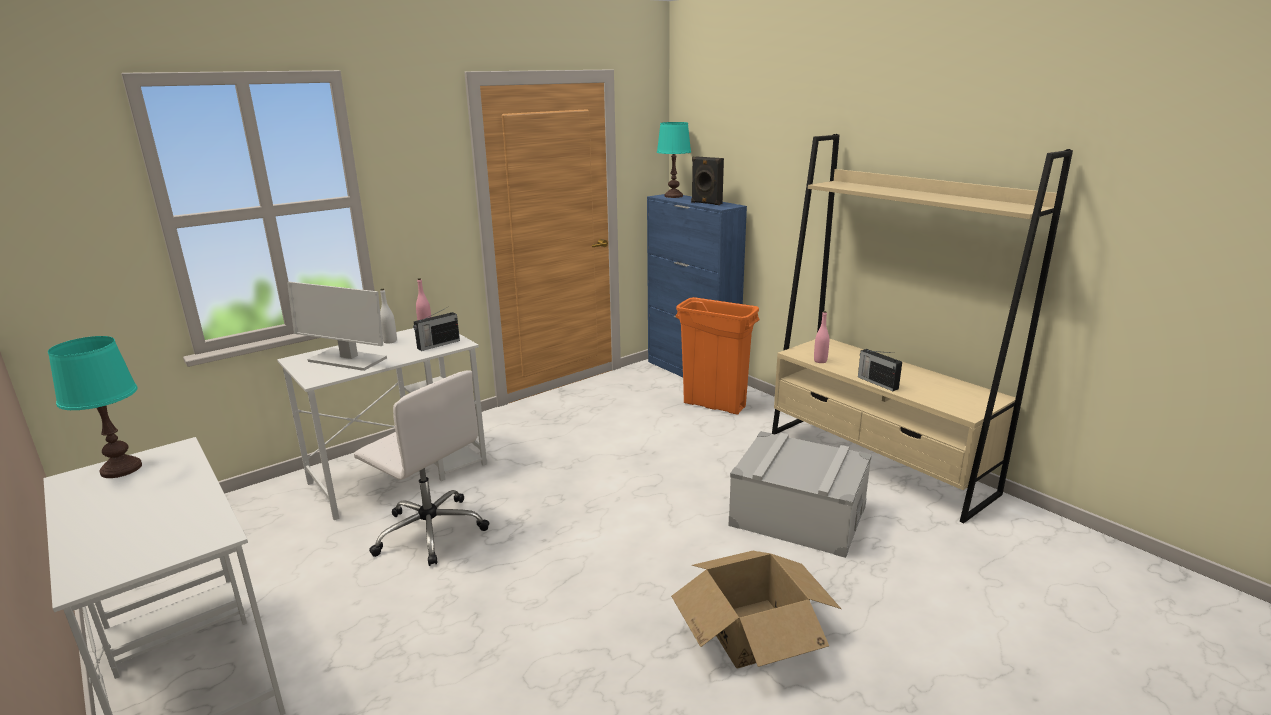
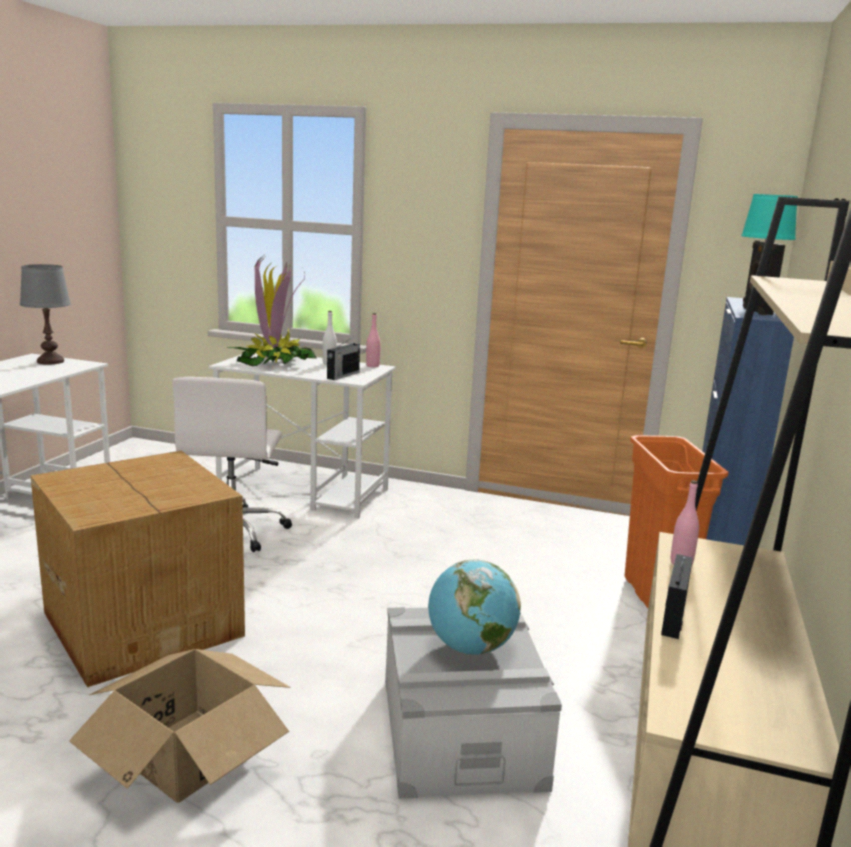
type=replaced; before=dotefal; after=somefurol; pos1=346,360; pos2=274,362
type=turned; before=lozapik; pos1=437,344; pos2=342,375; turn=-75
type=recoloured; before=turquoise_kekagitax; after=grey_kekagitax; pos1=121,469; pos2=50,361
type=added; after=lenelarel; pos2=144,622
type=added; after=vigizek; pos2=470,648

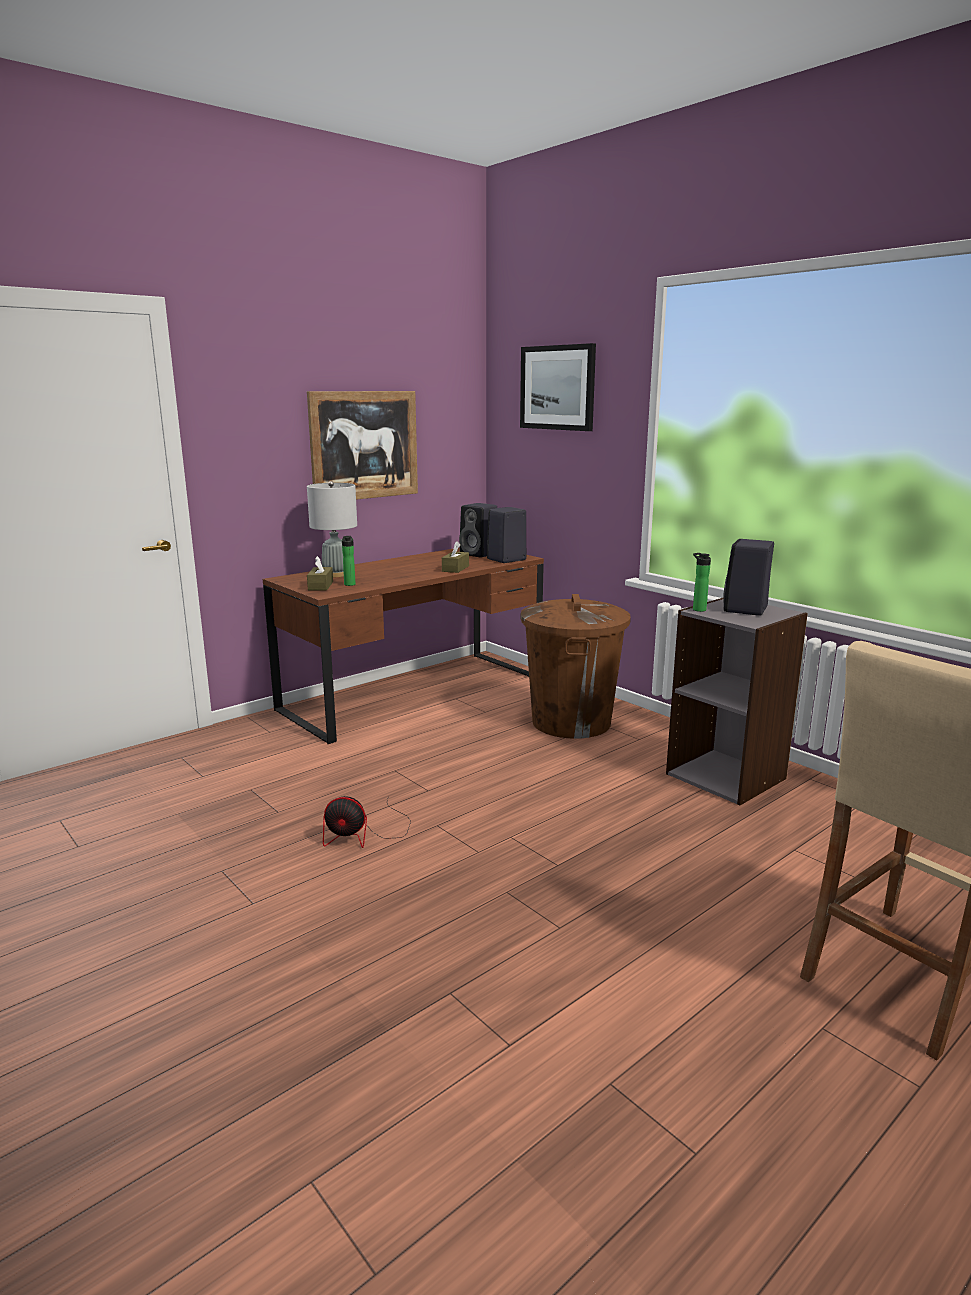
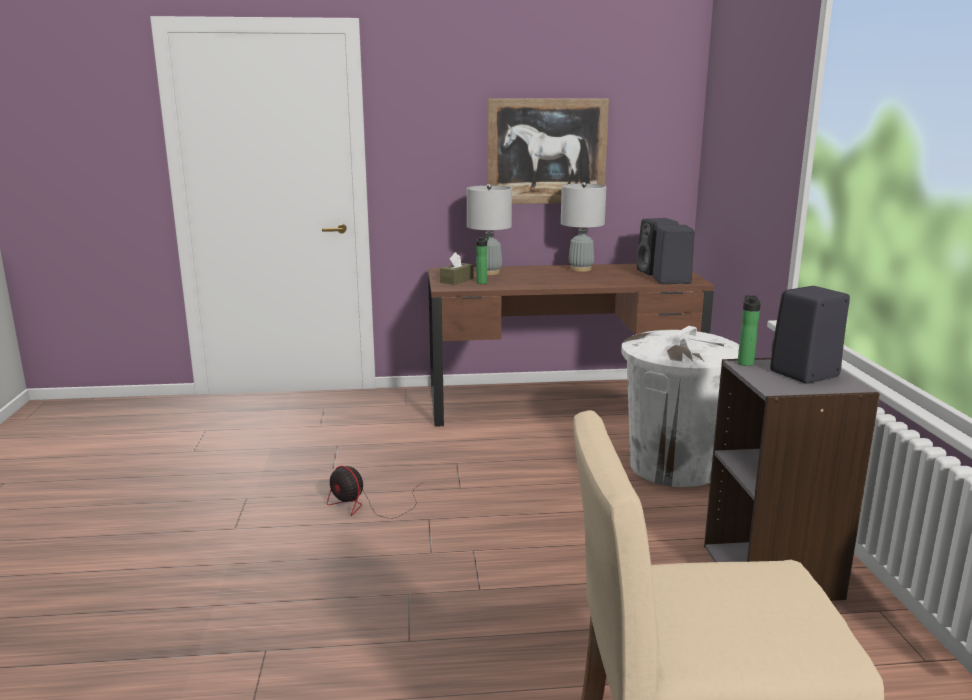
type=removed; before=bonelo; pos1=557,388
type=removed; before=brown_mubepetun; pos1=455,569
type=recoloured; before=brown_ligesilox; after=white_ligesilox; pos1=571,722; pos2=674,466
type=added; after=grey_kekagitax; pos2=580,269

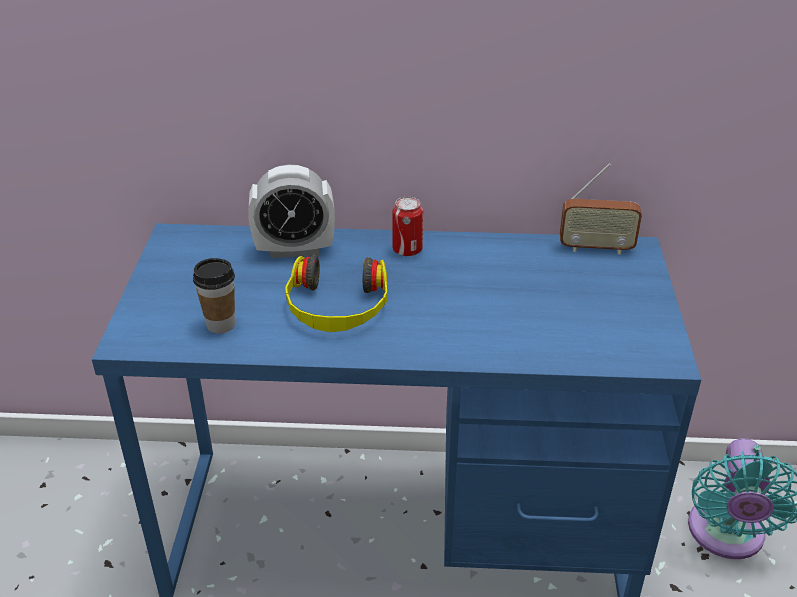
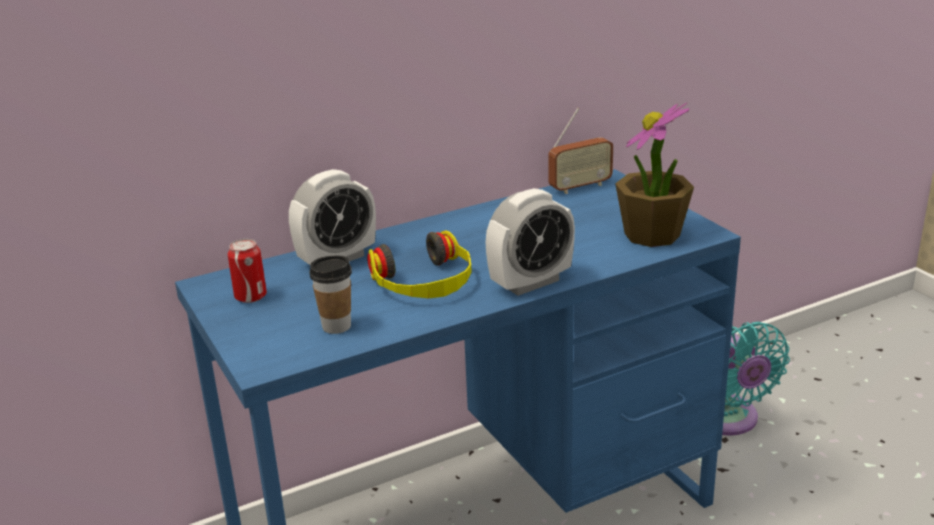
type=moved; before=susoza; pos1=407,250; pos2=250,297
type=added; after=somefurol; pos2=652,235
type=added; after=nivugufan; pos2=530,283

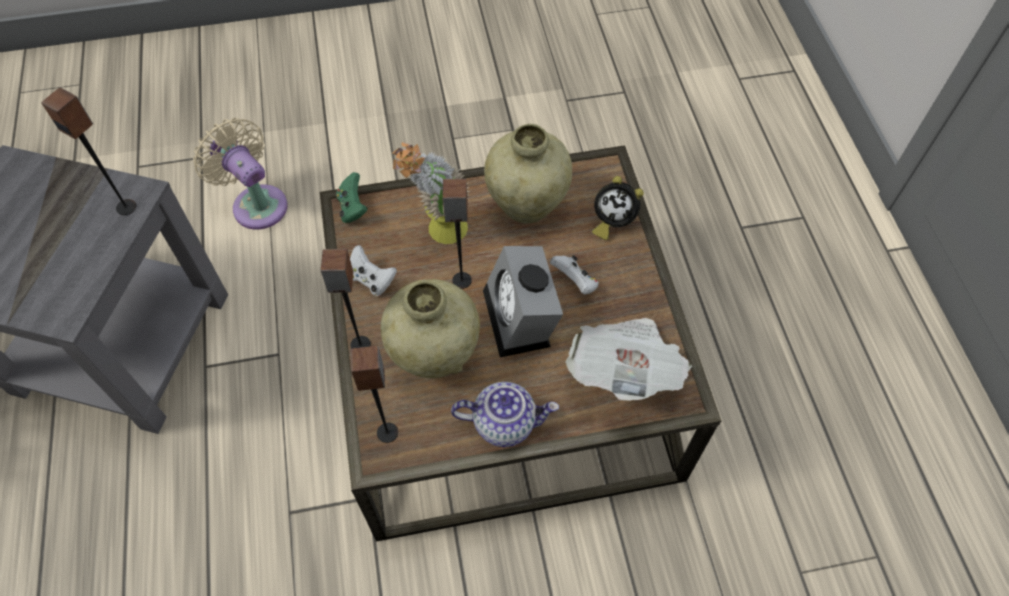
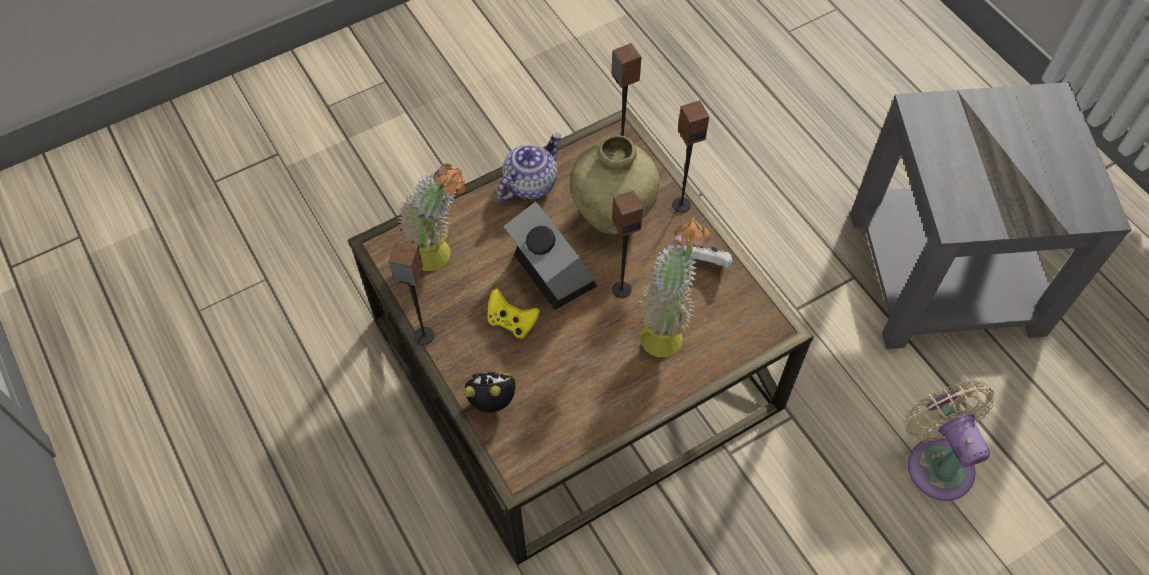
type=moved; before=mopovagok; pos1=126,207; pos2=424,336
type=turned; before=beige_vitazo; pos1=256,203; pos2=937,461; turn=-135
type=removed; before=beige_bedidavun; pos1=526,206
type=removed; before=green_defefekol; pos1=353,208
type=recoloured; before=white_defefekol; after=yellow_defefekol; pos1=575,282; pos2=512,322
type=replaced; before=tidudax; after=somefurol; pos1=625,370; pos2=441,255
type=turned; before=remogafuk; pos1=505,422; pos2=530,183; turn=150

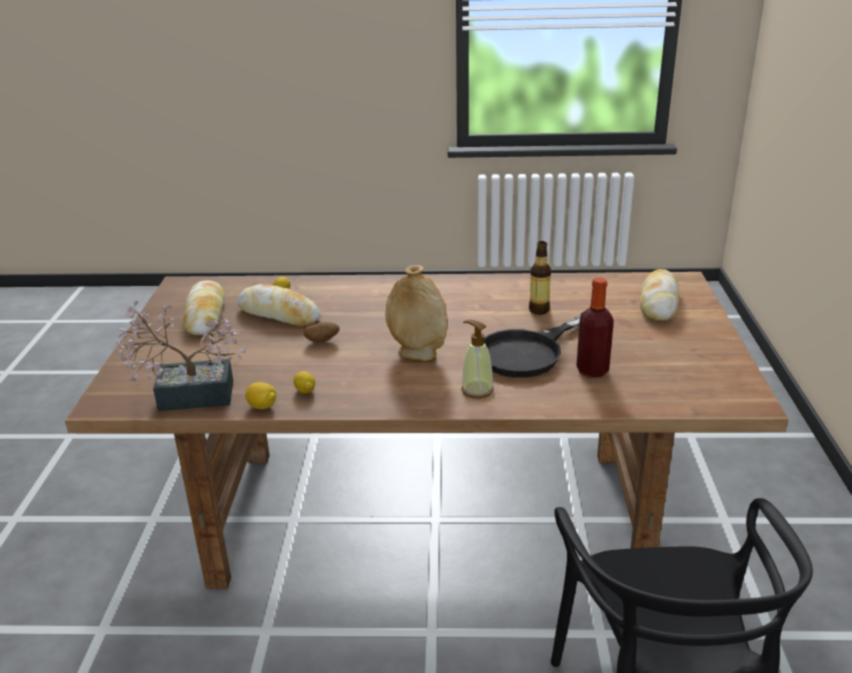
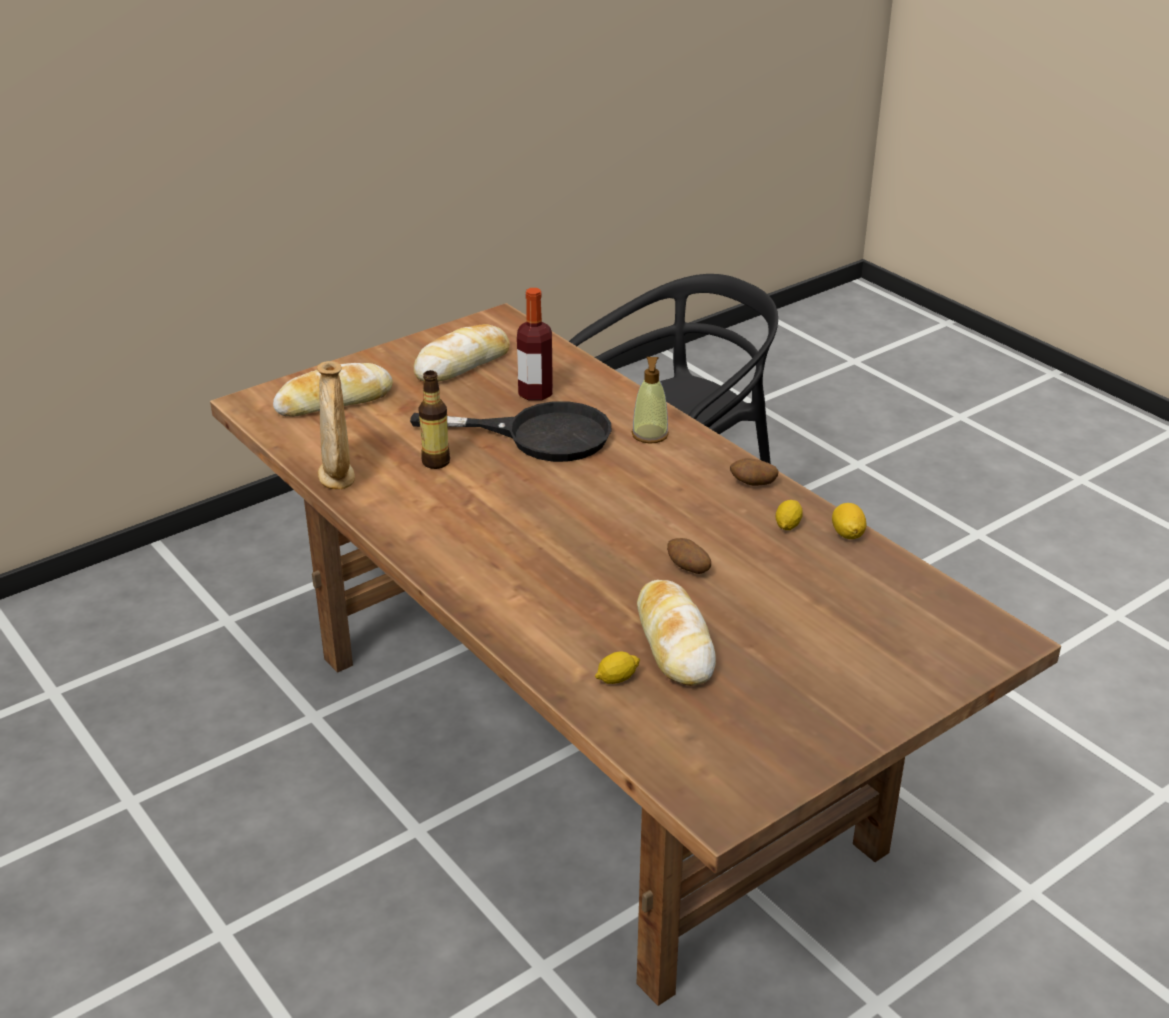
type=moved; before=beige_bedidavun; pos1=417,354; pos2=336,476
type=moved; before=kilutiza; pos1=205,315; pos2=462,364
type=removed; before=somefurol; pos1=186,395
type=added; after=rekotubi; pos2=753,484

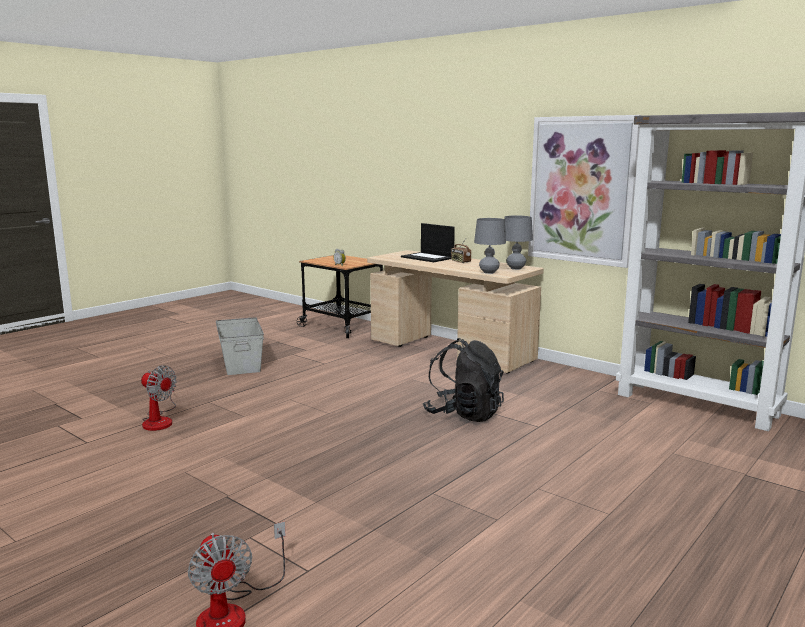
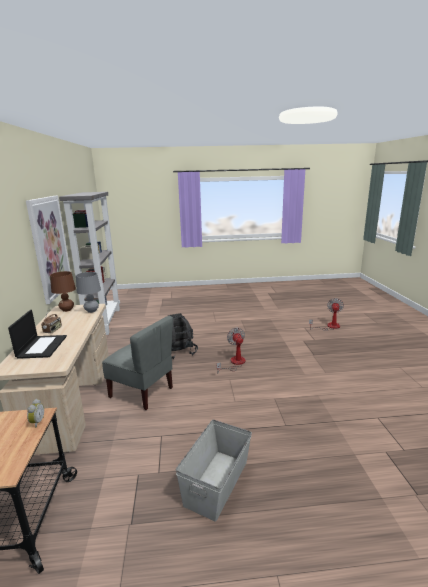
type=recoloured; before=grey_kekagitax; after=brown_kekagitax; pos1=515,268; pos2=67,310
type=moved; before=vitazo; pos1=159,420; pos2=234,363
type=added; after=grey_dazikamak; pos2=142,392

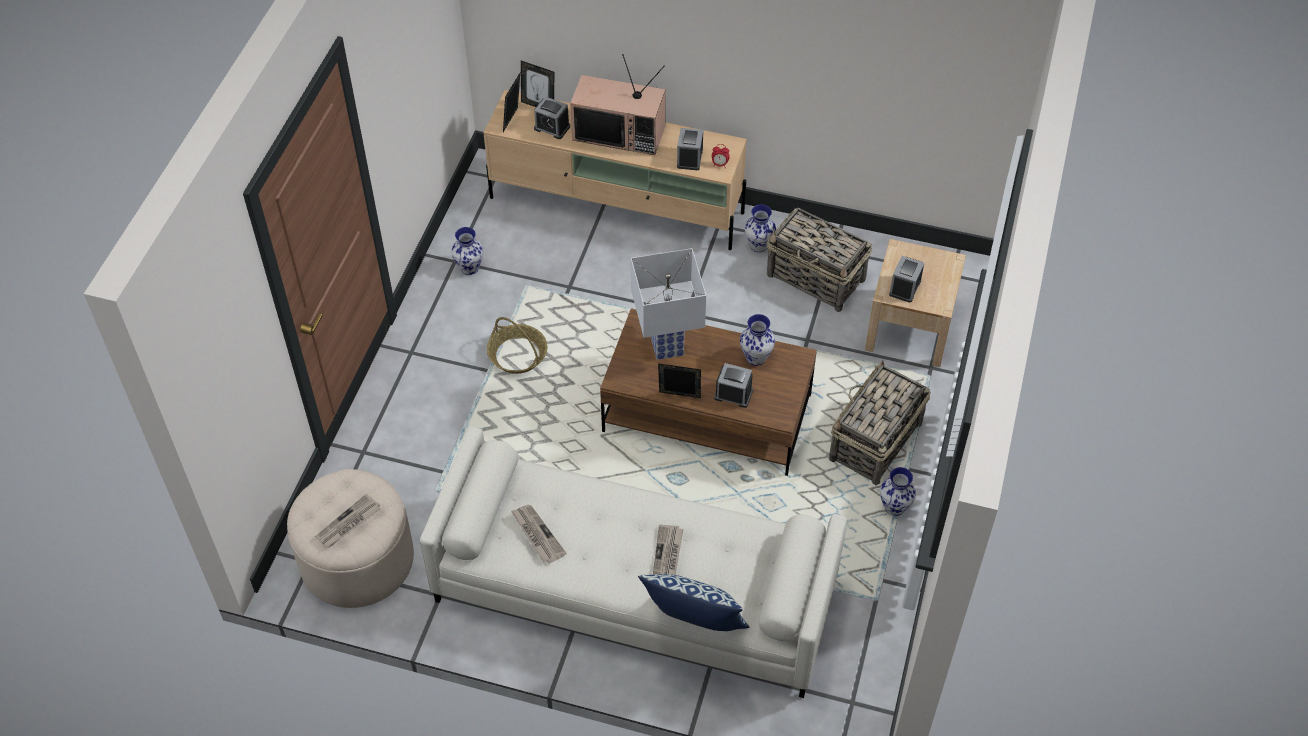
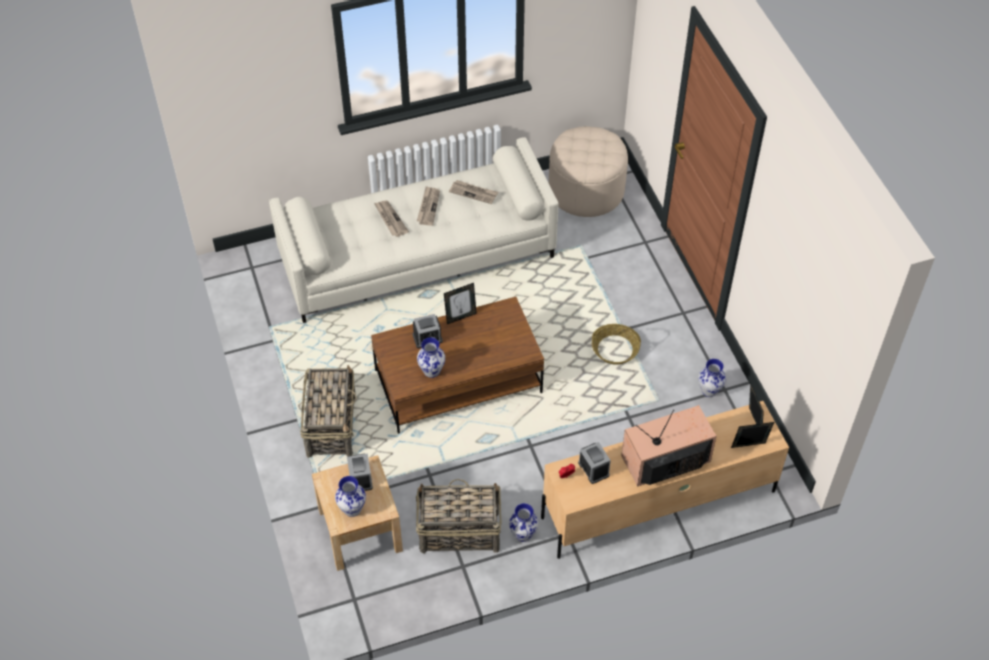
type=removed; before=nivugufan; pos1=552,127
type=removed; before=white_kekagitax; pos1=666,348
type=moved; before=bedidavun; pos1=895,507; pos2=351,509
type=moved; before=tidudax; pos1=348,523; pos2=428,207
type=removed; before=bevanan; pos1=694,625

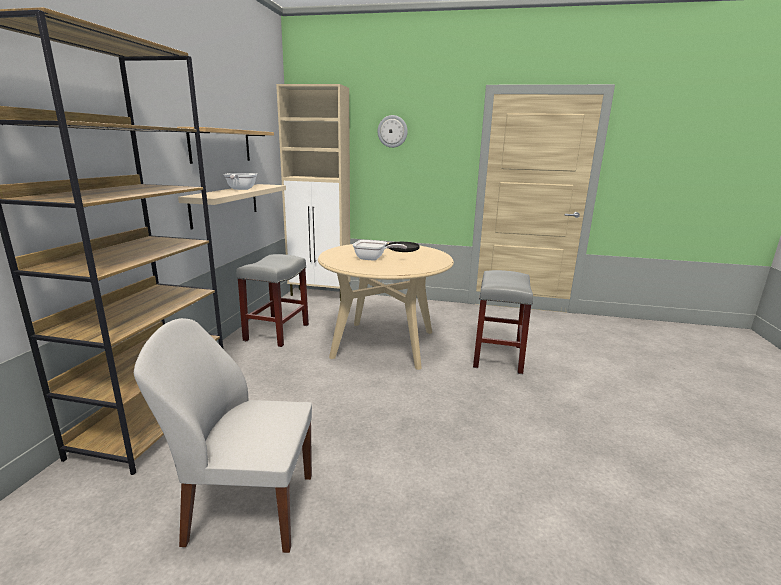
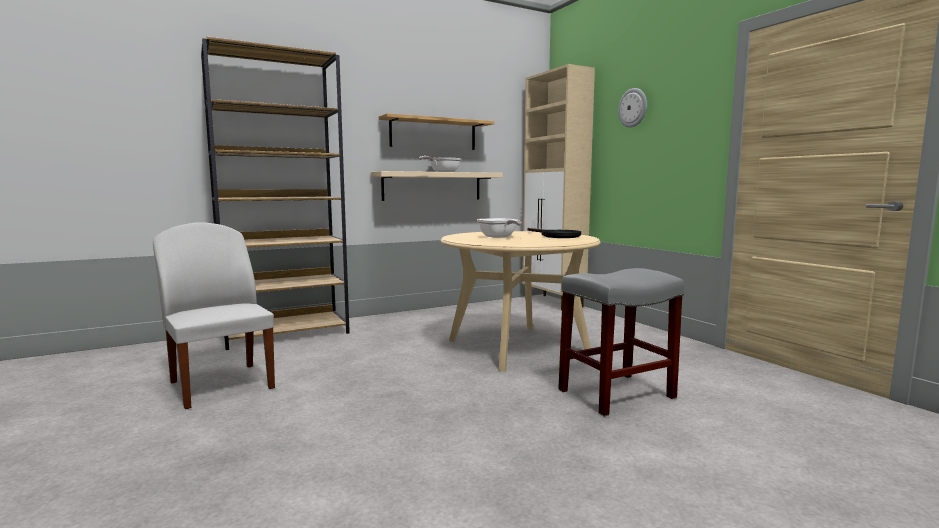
type=removed; before=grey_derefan; pos1=277,332

